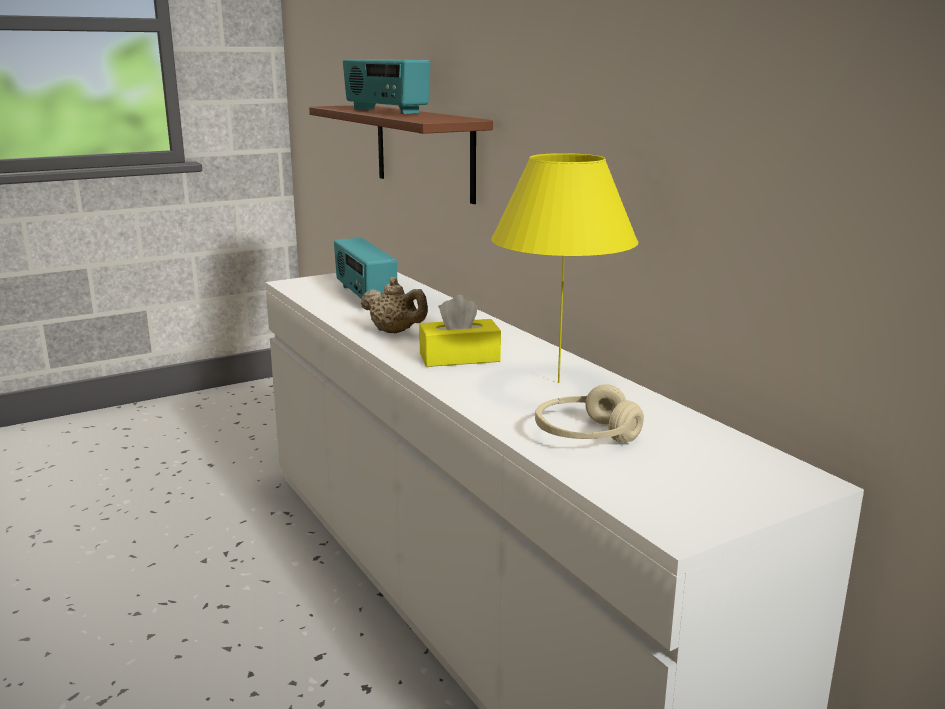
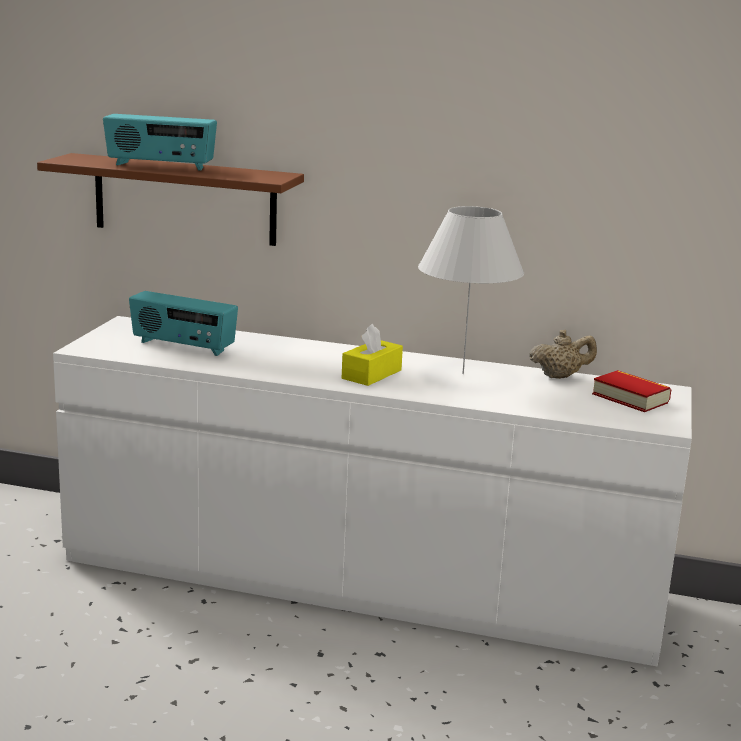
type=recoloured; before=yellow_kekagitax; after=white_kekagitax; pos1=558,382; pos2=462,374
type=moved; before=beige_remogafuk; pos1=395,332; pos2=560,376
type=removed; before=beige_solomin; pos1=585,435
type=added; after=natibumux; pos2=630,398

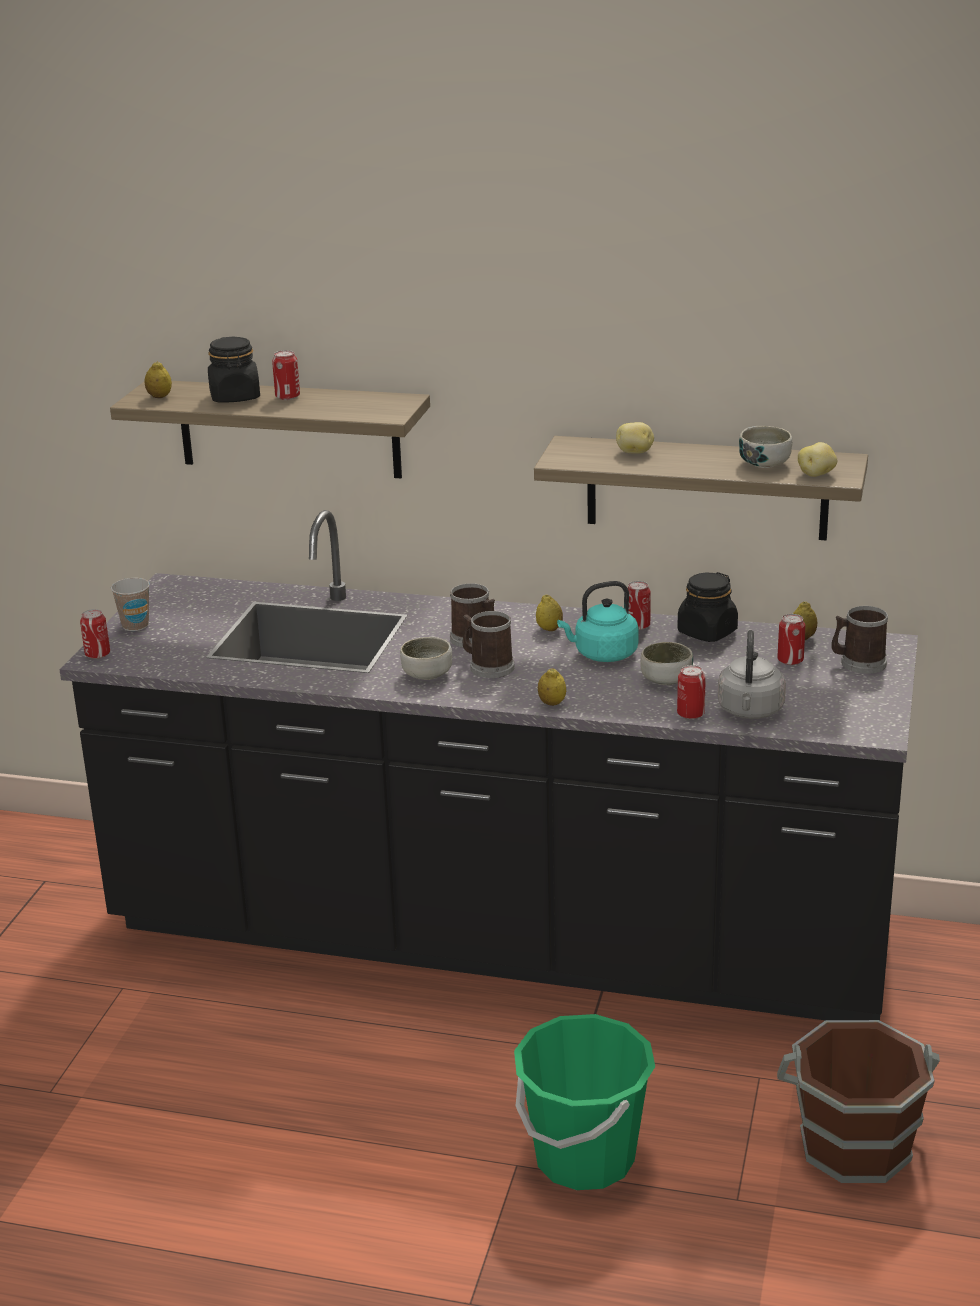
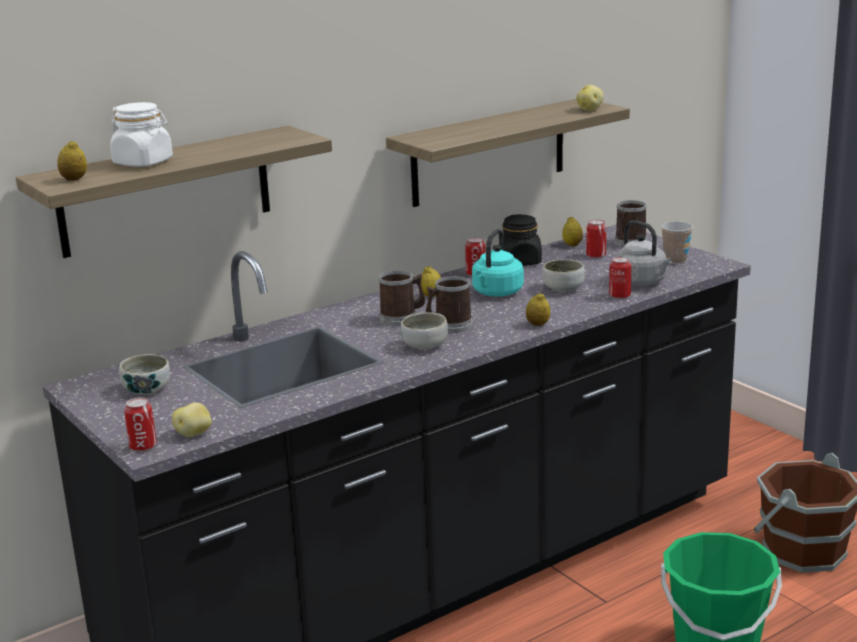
type=recoloured; before=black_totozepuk; after=white_totozepuk; pos1=235,397; pos2=143,162
type=removed; before=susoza; pos1=287,397
type=moved; before=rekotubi; pos1=635,452; pos2=194,434
type=moved; before=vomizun; pos1=764,464; pos2=147,390
type=moved; before=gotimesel; pos1=135,625; pos2=675,260

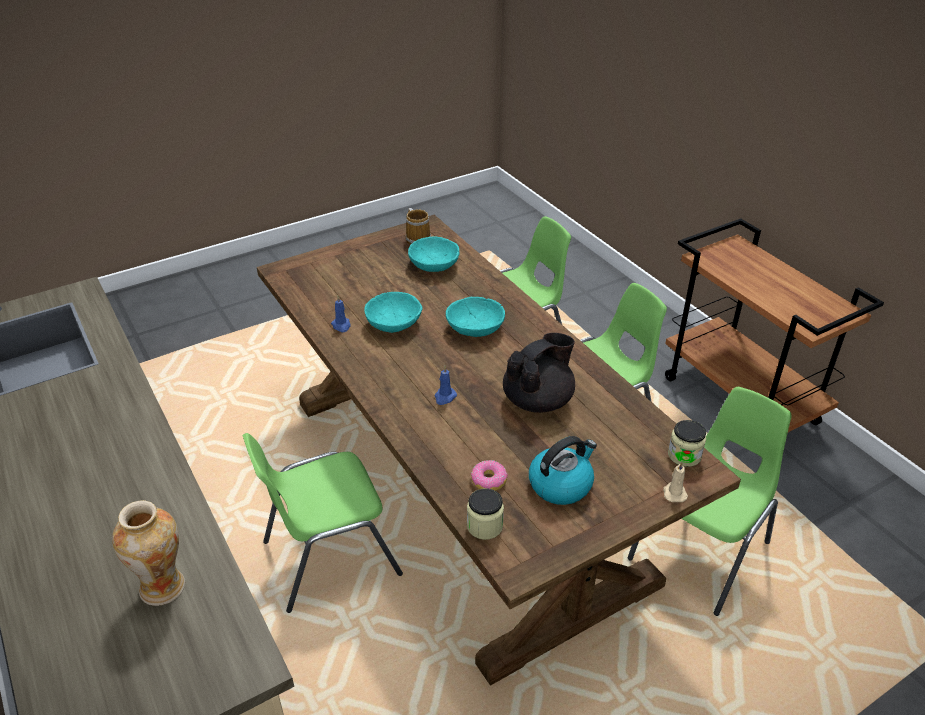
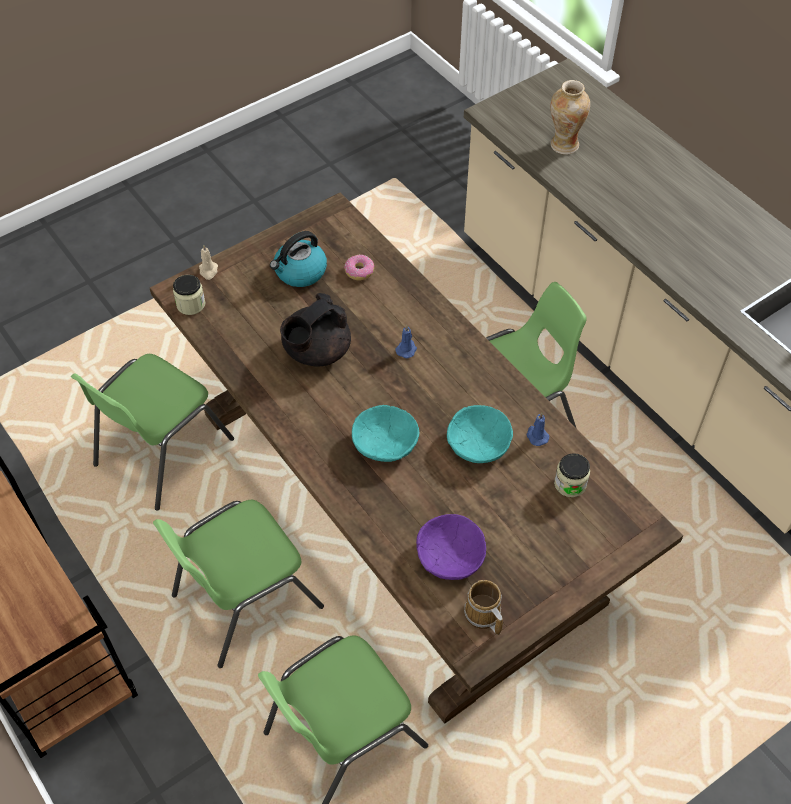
type=recoloured; before=turquoise_vomizun; after=purple_vomizun; pos1=434,265; pos2=450,556
type=moved; before=totozepuk; pos1=484,526; pos2=570,484

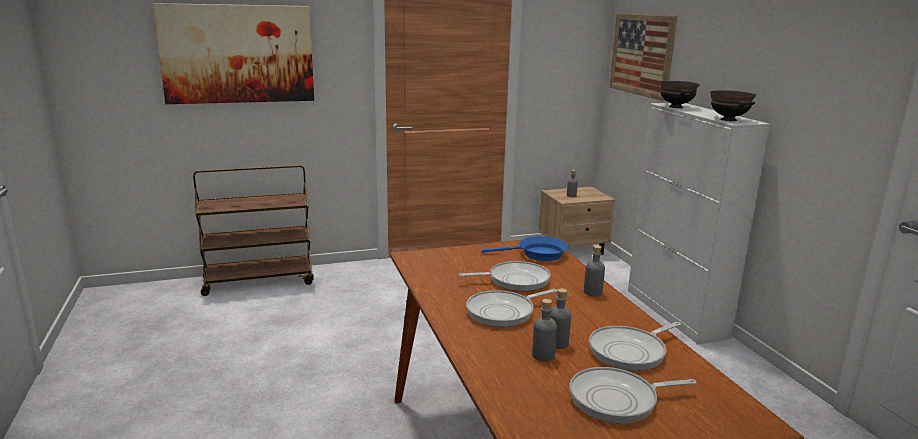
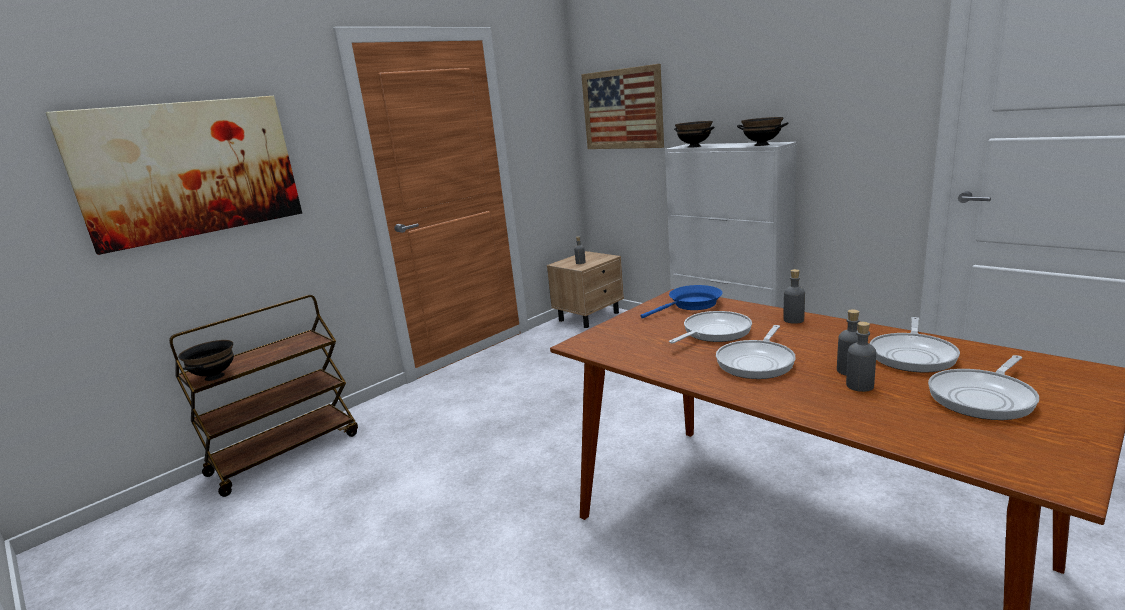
type=added; after=black_vomizun; pos2=214,376

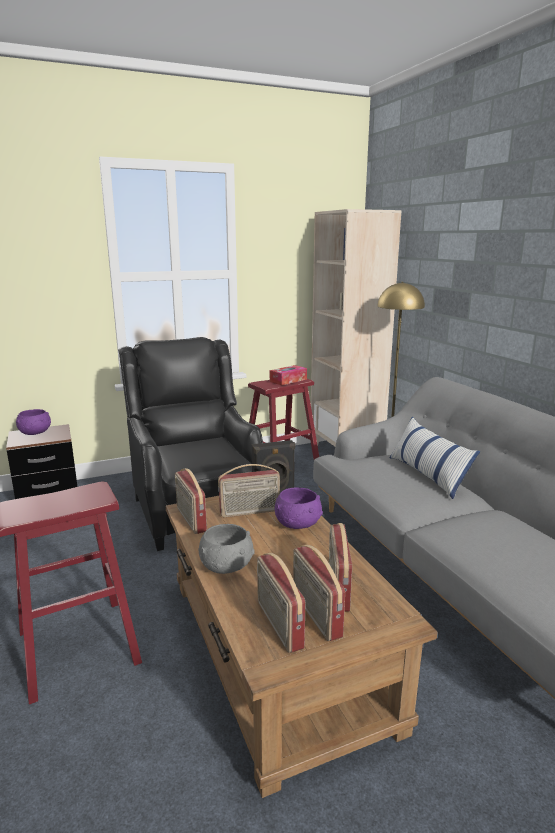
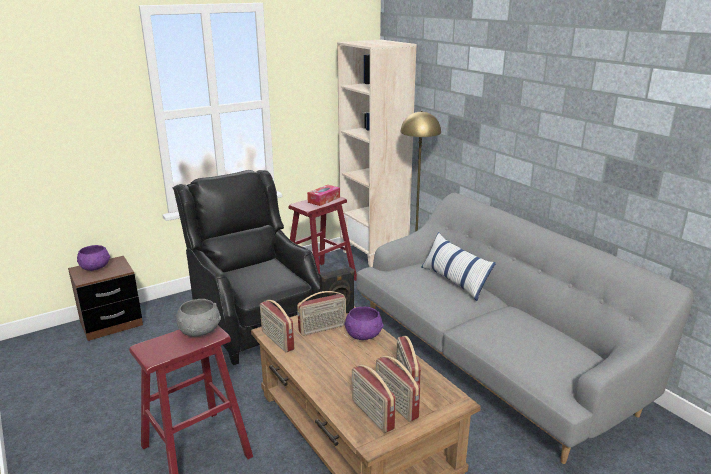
type=moved; before=grey_vomizun; pos1=227,566; pos2=200,331

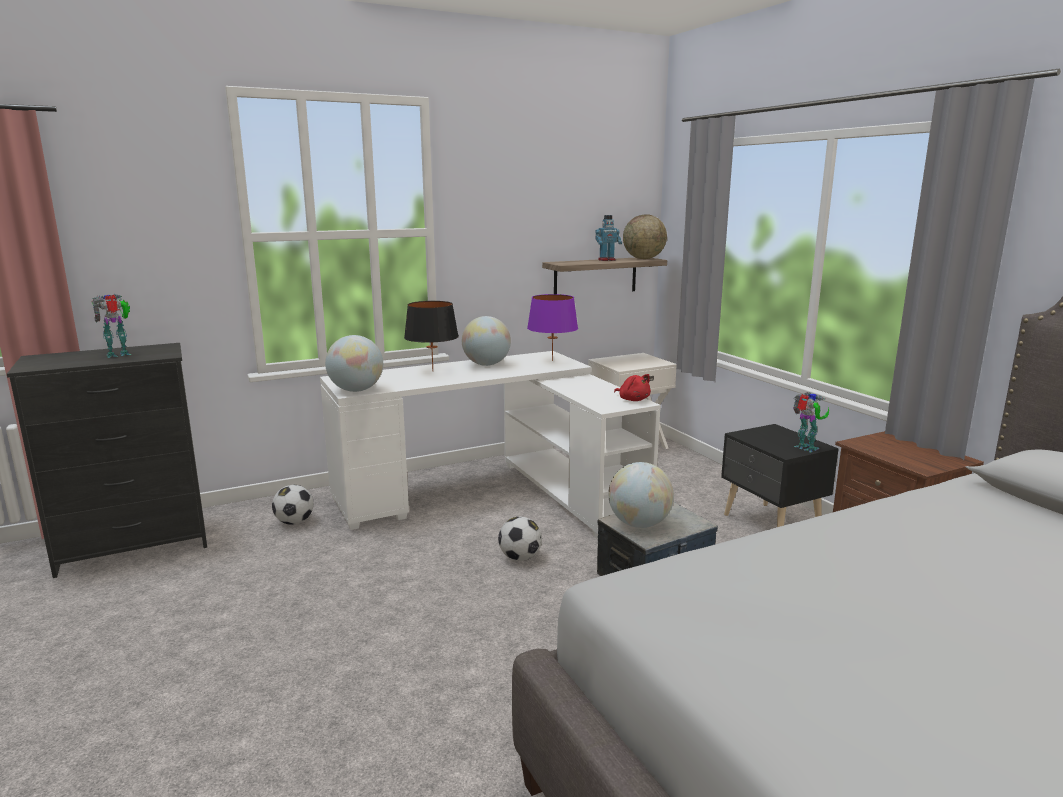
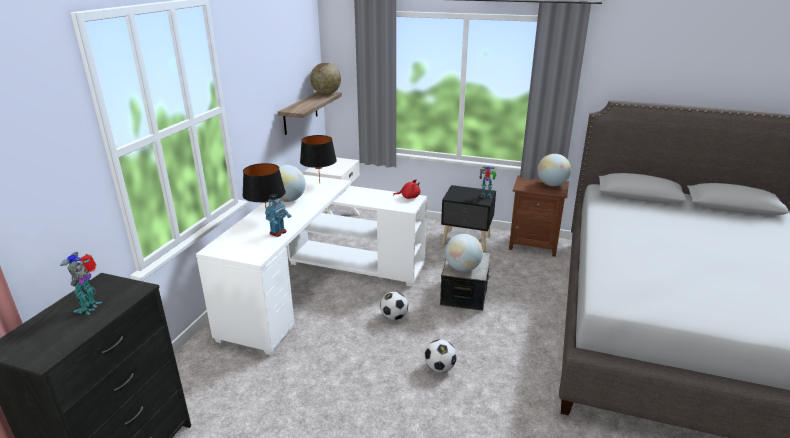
type=moved; before=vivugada; pos1=607,260; pos2=278,233
type=recoloured; before=purple_kekagitax; after=black_kekagitax; pos1=552,360; pos2=319,183
type=moved; before=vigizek; pos1=356,390; pos2=551,185
type=moved; before=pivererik; pos1=294,522; pos2=440,368

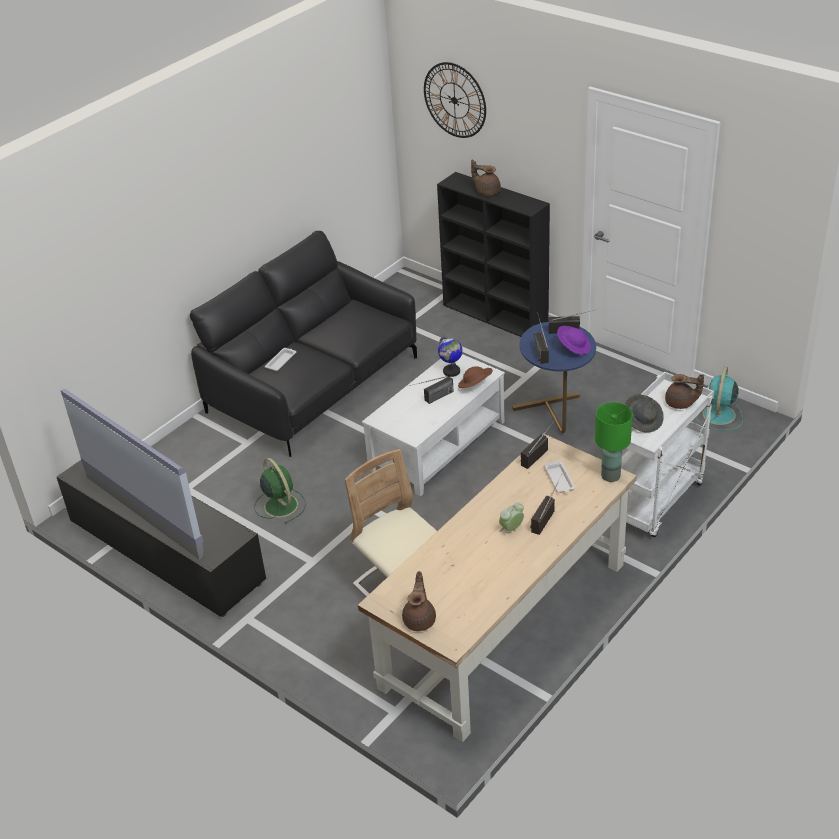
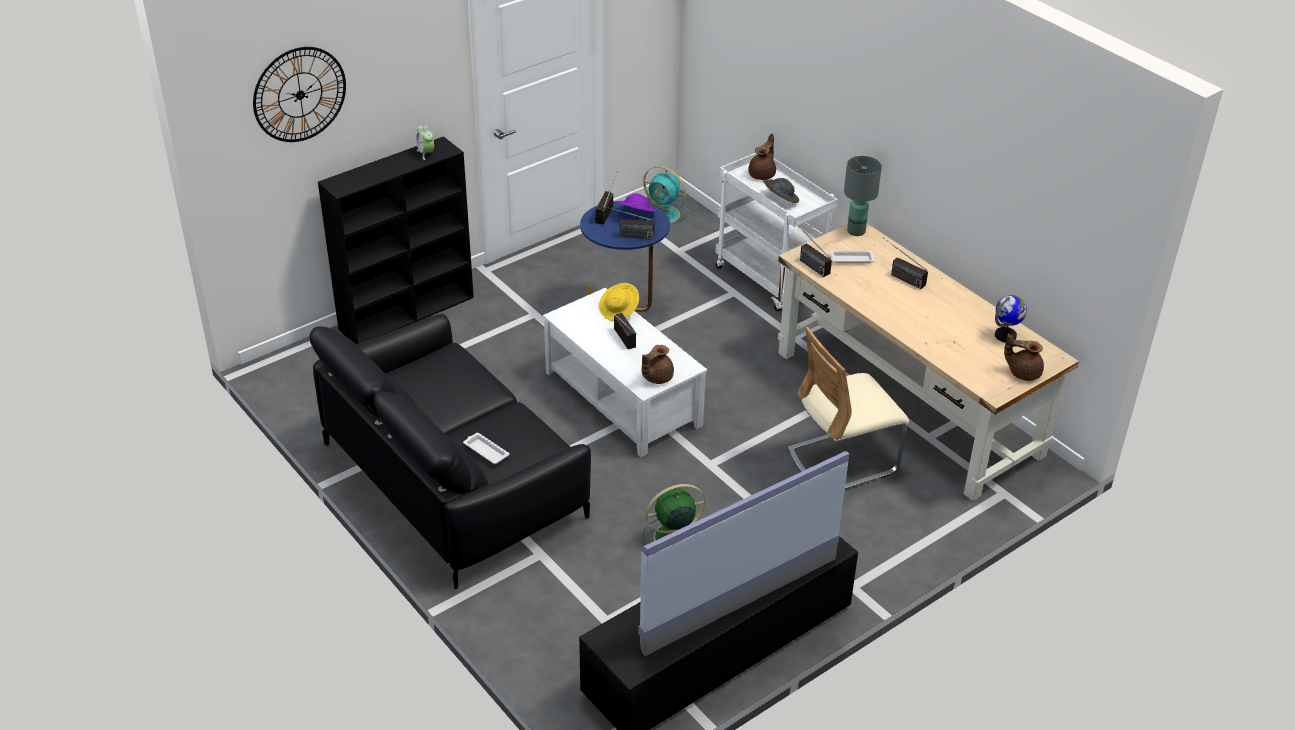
type=moved; before=brown_remogafuk; pos1=487,191; pos2=656,377
type=moved; before=vigizek; pos1=451,371; pos2=1005,336
type=recoloured; before=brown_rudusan; after=yellow_rudusan; pos1=475,385; pos2=619,310
type=recoloured; before=green_kekagitax; after=grey_kekagitax; pos1=610,475; pos2=855,231
type=moved; before=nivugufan; pos1=511,529; pos2=426,153

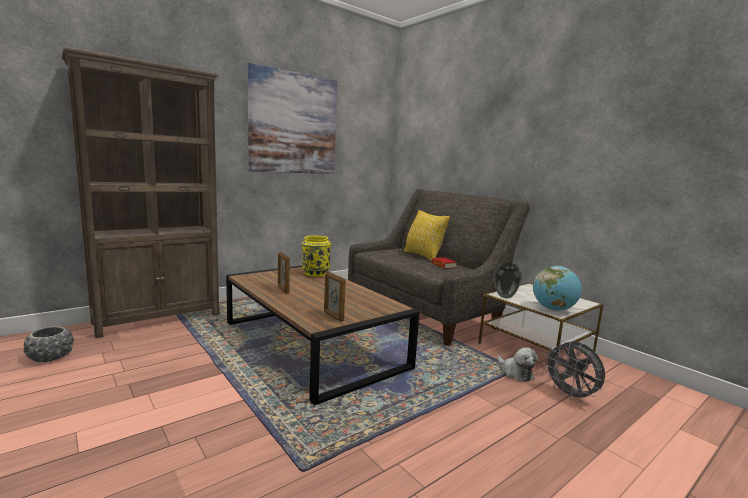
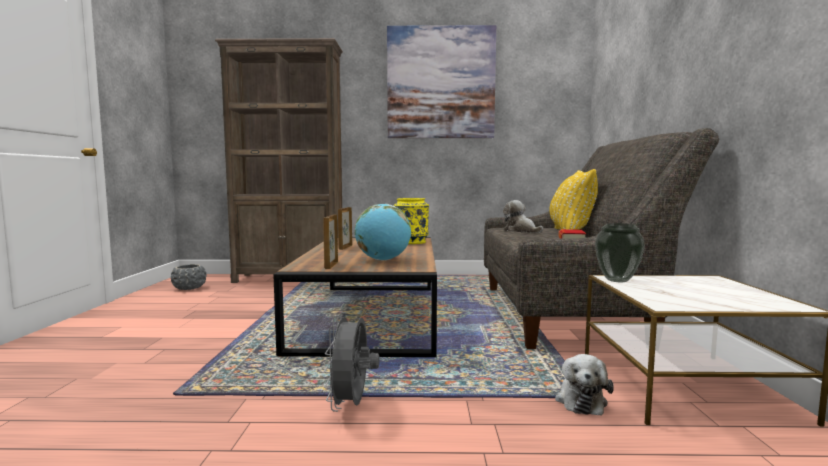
type=moved; before=vigizek; pos1=553,309; pos2=383,260
type=moved; before=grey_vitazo; pos1=571,396; pos2=351,405
type=added; after=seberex; pos2=521,231

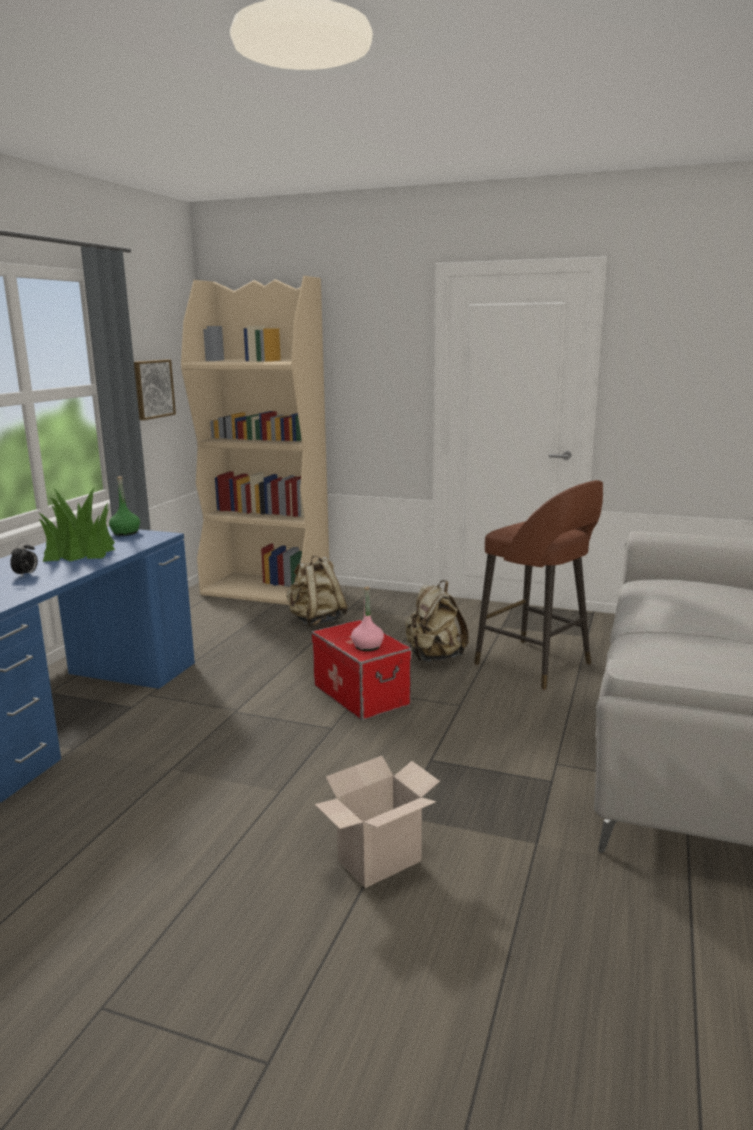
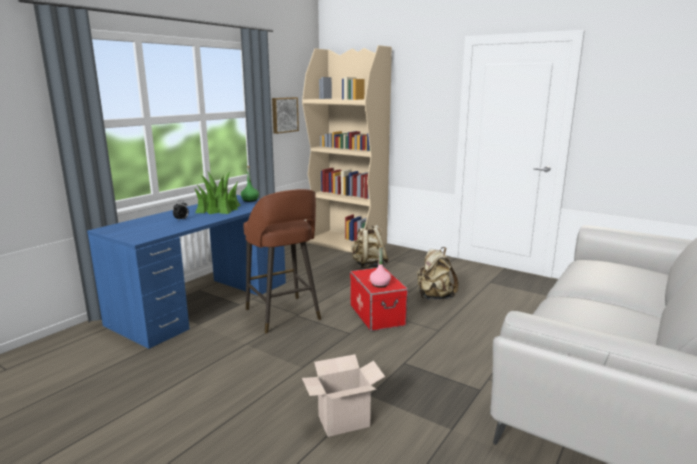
type=moved; before=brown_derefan; pos1=535,665; pos2=283,315

